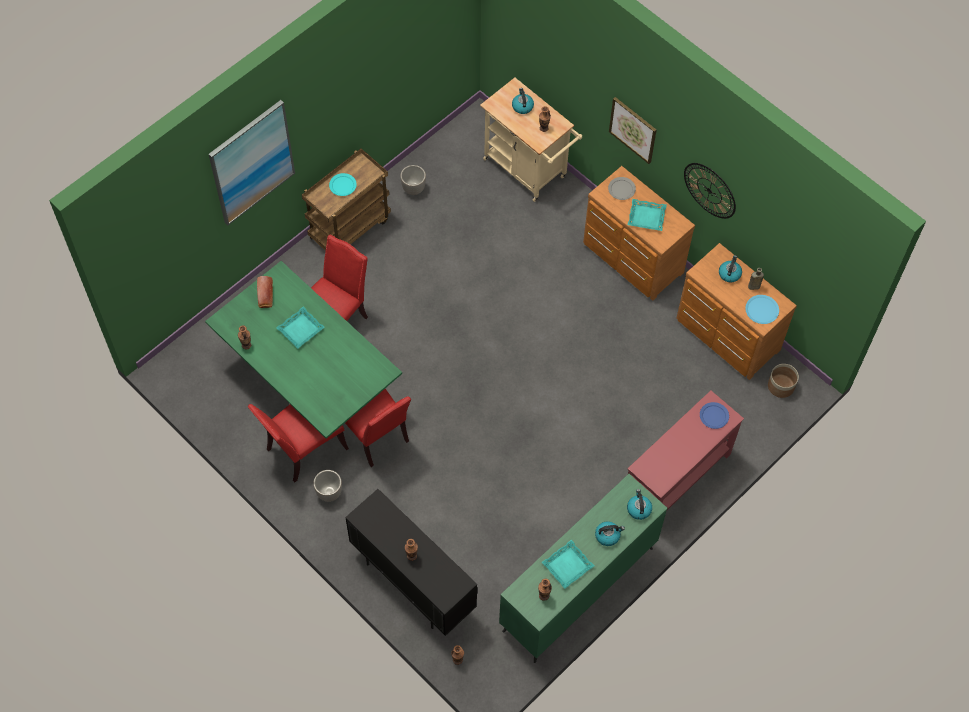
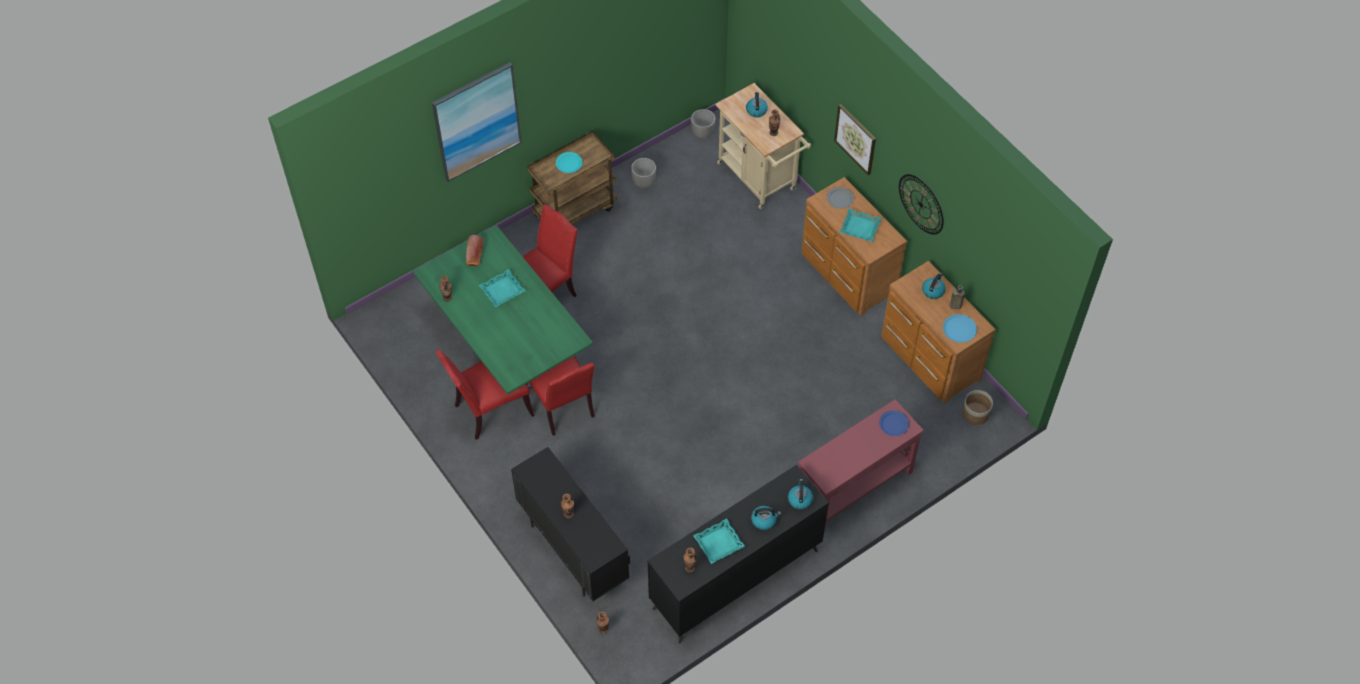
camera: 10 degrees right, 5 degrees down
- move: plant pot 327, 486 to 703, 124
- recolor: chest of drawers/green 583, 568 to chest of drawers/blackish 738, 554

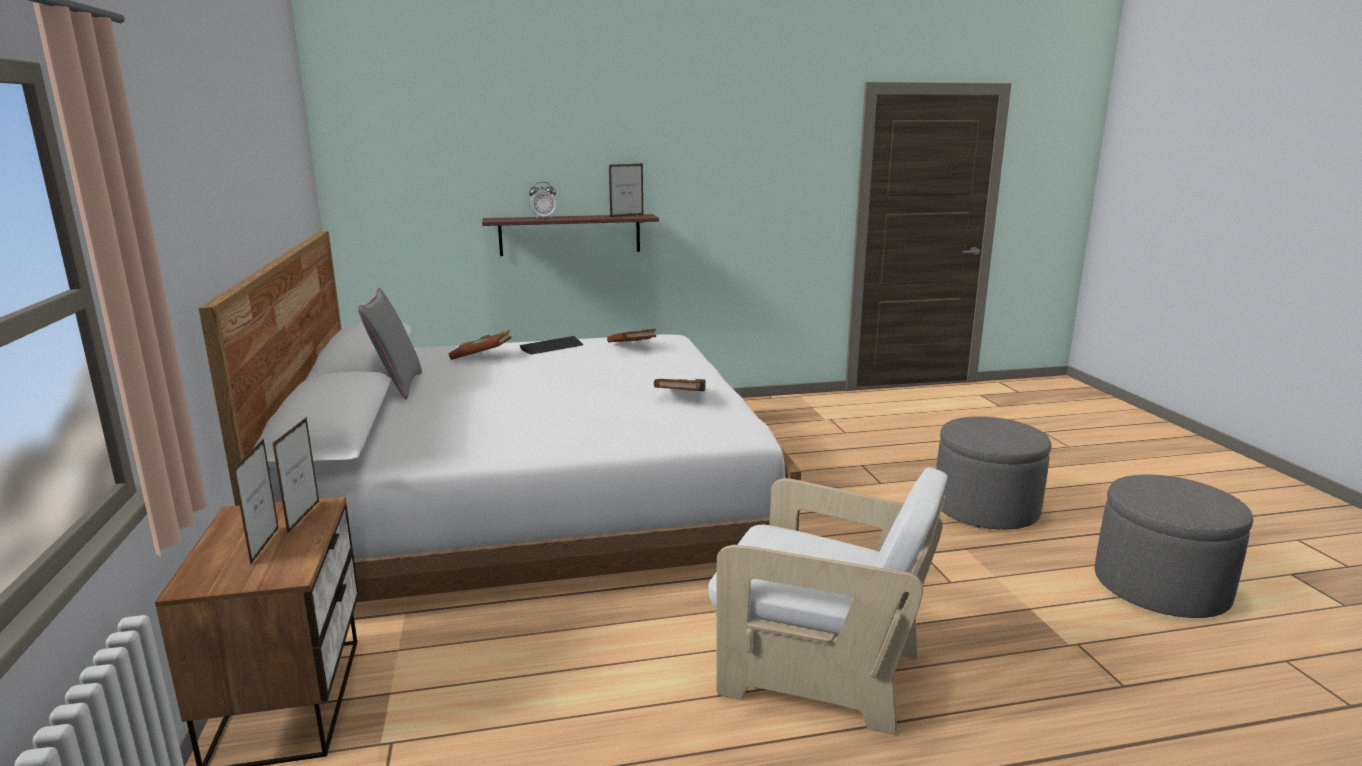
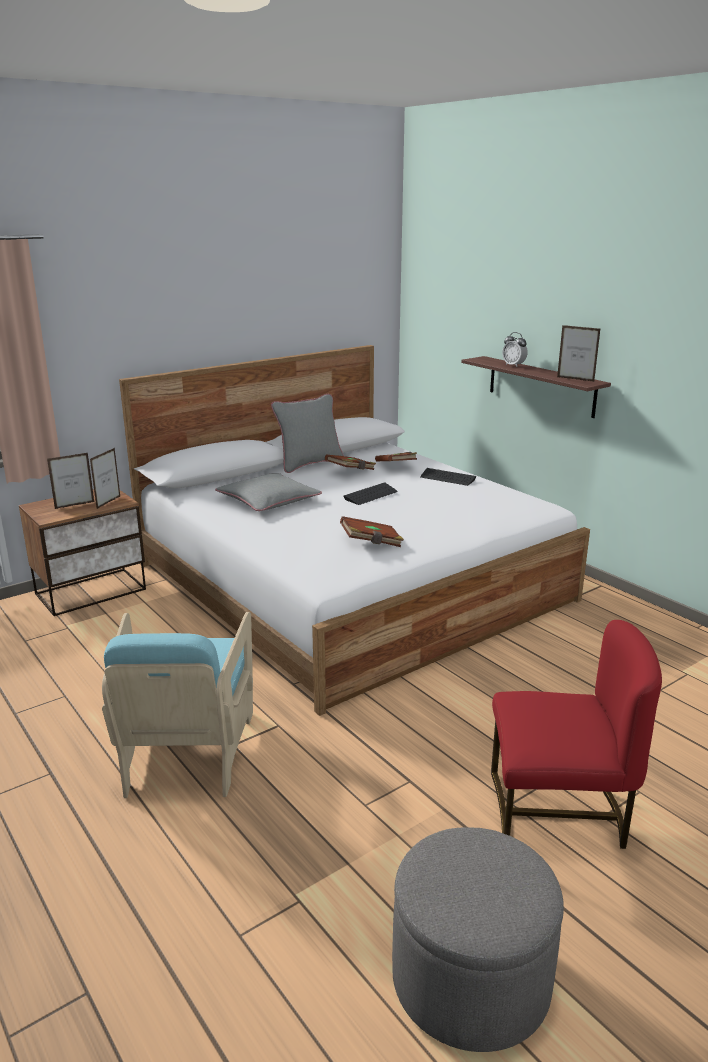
camera: 65 degrees right, 5 degrees up
- rotate: standing frame 295, 475 = 105, 478 45 degrees counterclockwise
- move: volume/brownish 631, 336 to 350, 462
- recolor: armchair/white-coloured 828, 600 to armchair/turquoise-coloured 177, 705
- replace: pouffe/greyish 993, 473 to upright chair/red 576, 734
- insert: cushion/greyish 268, 492
- insert: computer keyboard 370, 493

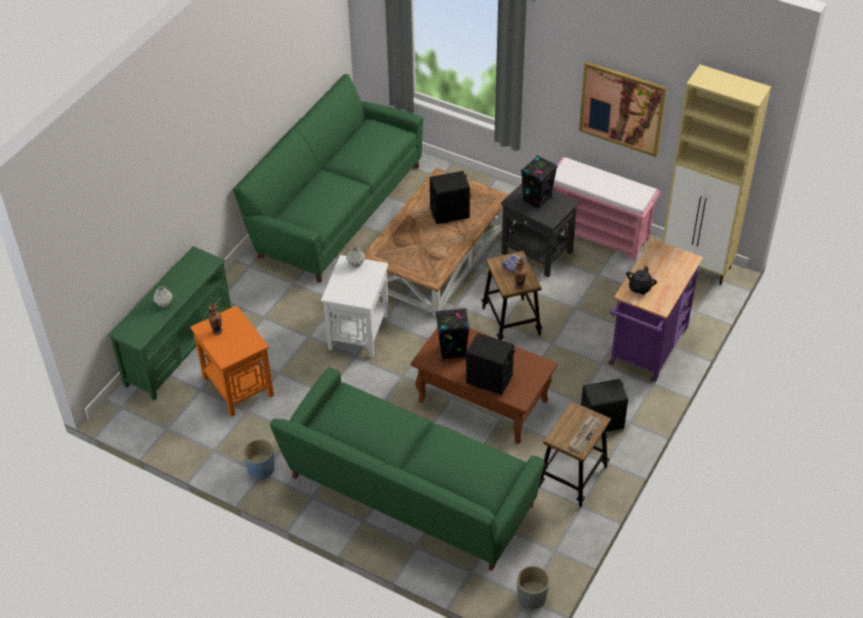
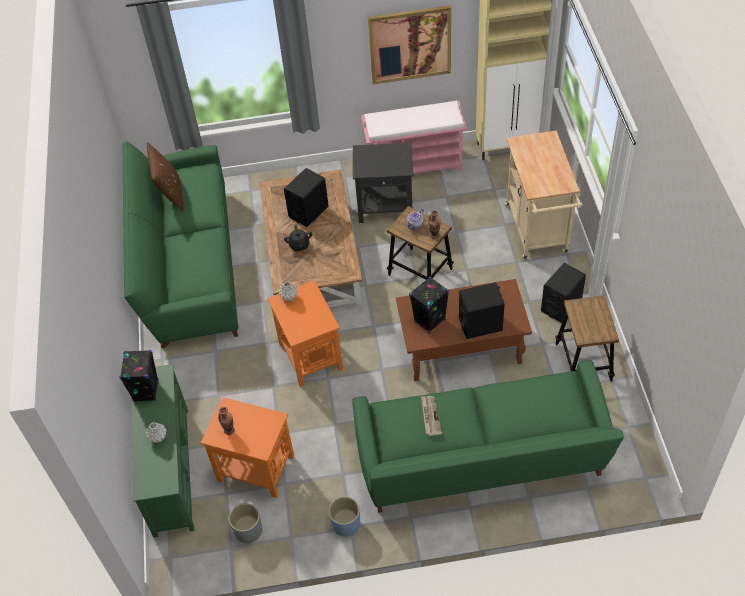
camera: 35 degrees left, 5 degrees up
- recolor: side table/white-coloured 355, 306 to side table/orangey 305, 334
- move: plant pot/greyish 533, 587 to 245, 523
- move: audio speaker/blackish 539, 182 to 139, 376
- move: newspaper 585, 434 to 431, 416
- recolor: trolley/purple 655, 310 to trolley/beige 544, 195
- move: tea pot/blackish 641, 280 to 298, 238
- insert: cushion/brownish 165, 176

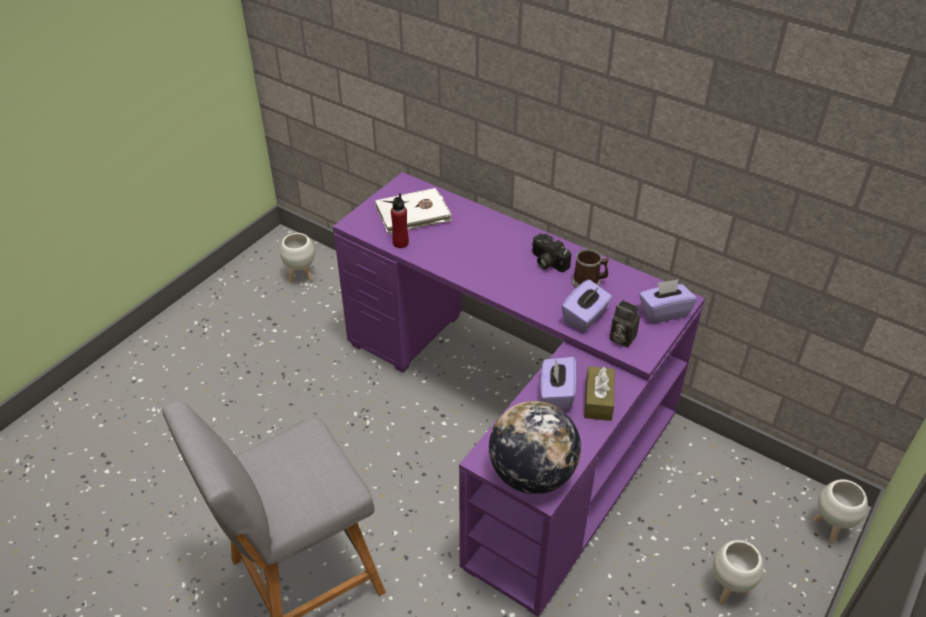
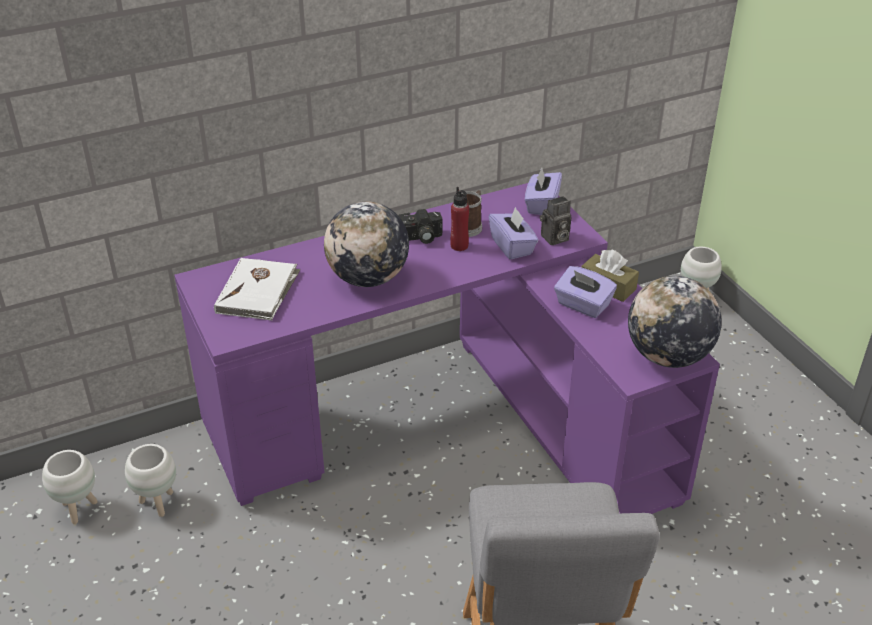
camera: 60 degrees left, 5 degrees down
- move: drink bottle/red 400, 220 to 459, 219
- move: plant pot/white-coloured 738, 572 to 150, 480
- insert: desk globe 366, 244

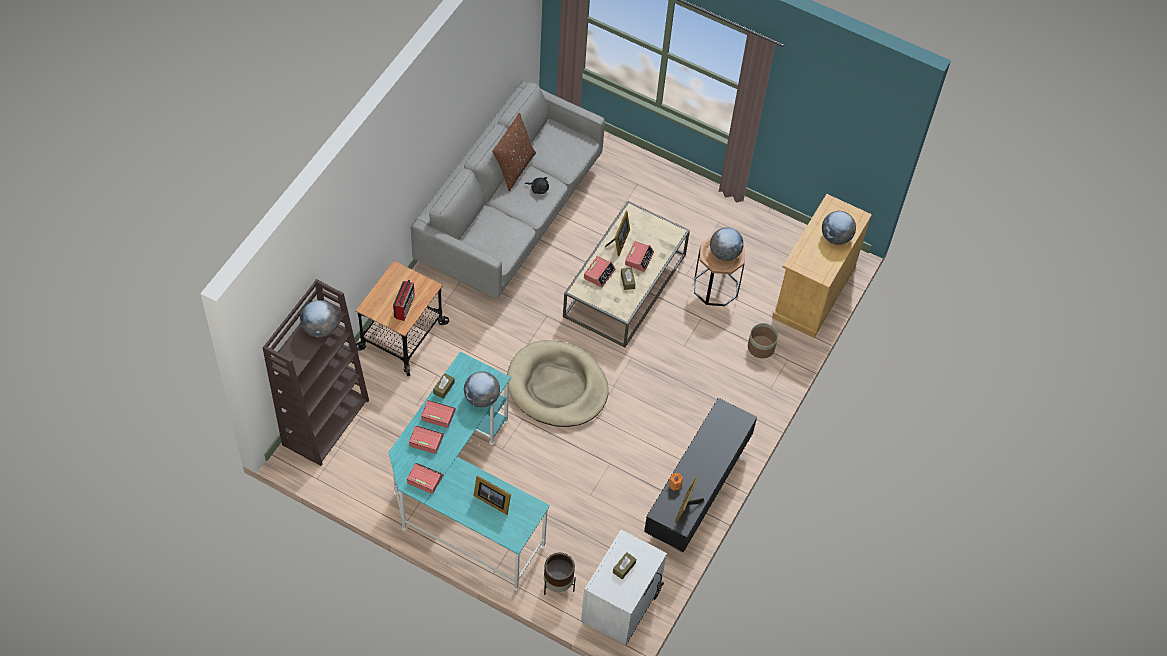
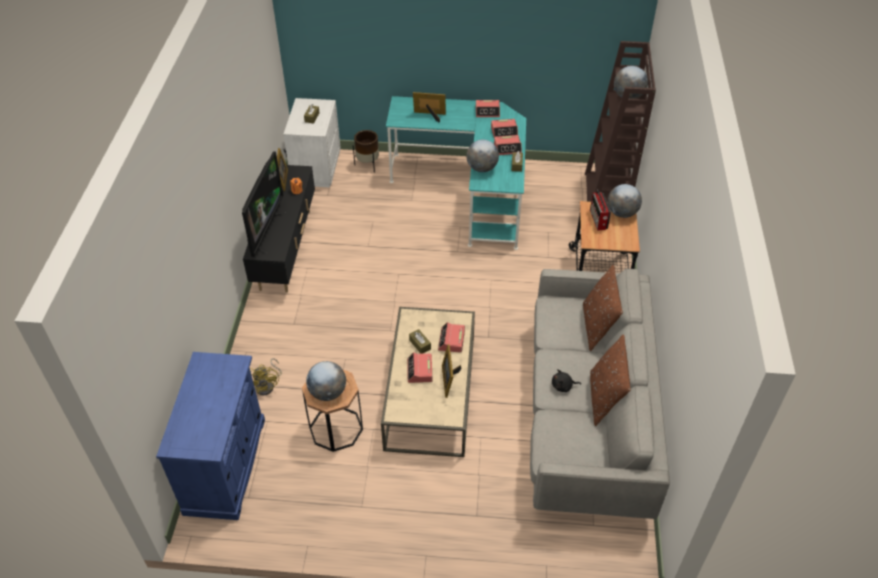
camera: 160 degrees right, 10 degrees down
- delete: dog bed/beige 558, 383
- replace: plant pot 763, 340 to cooling fan/yellow 266, 377
- recolor: cabinet/beige 822, 266 to cabinet/blue-coloured 210, 436
- move: desk globe 839, 228 to 625, 201
- insert: TV set 264, 204
- insert: cushion/brownish 603, 308

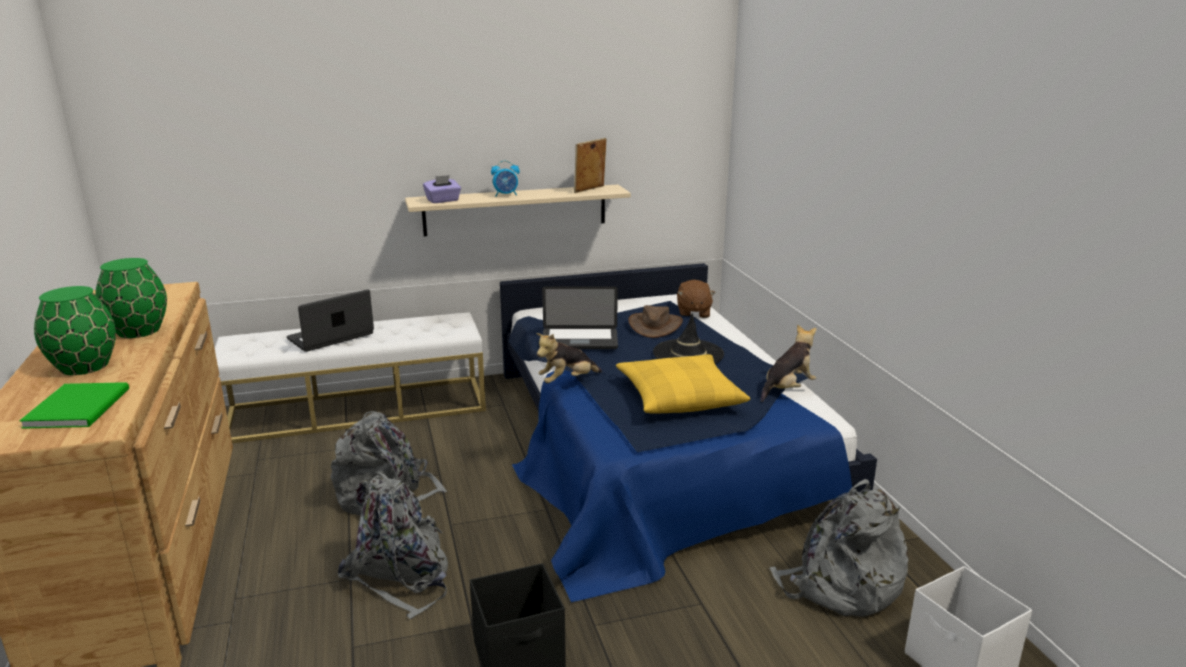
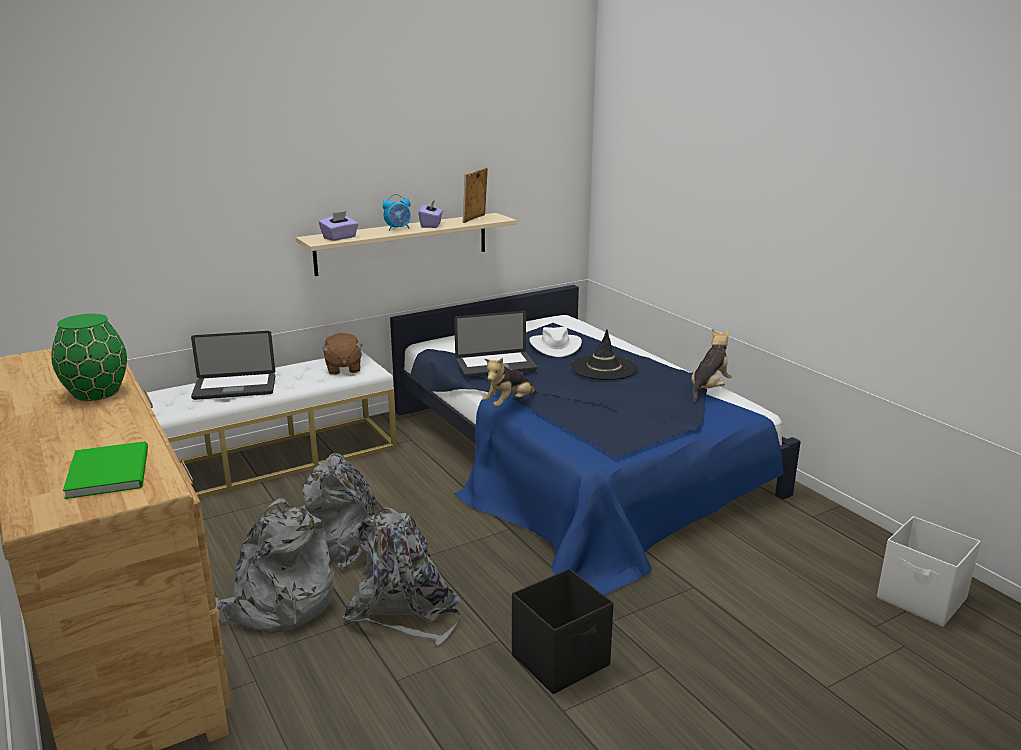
camera: 15 degrees left, 0 degrees up
- delete: flower vase/green 75, 330
- rotate: portable computer 330, 320 = 233, 365 135 degrees counterclockwise
- delete: cushion/yellow 683, 384
- recolor: clothing hat/brownish 655, 321 to clothing hat/white-coloured 555, 342
- move: plush toy/brownish 696, 299 to 342, 354
- move: backpack/greyish 839, 548 to 274, 566
- insert: tissue holder/purple 431, 214

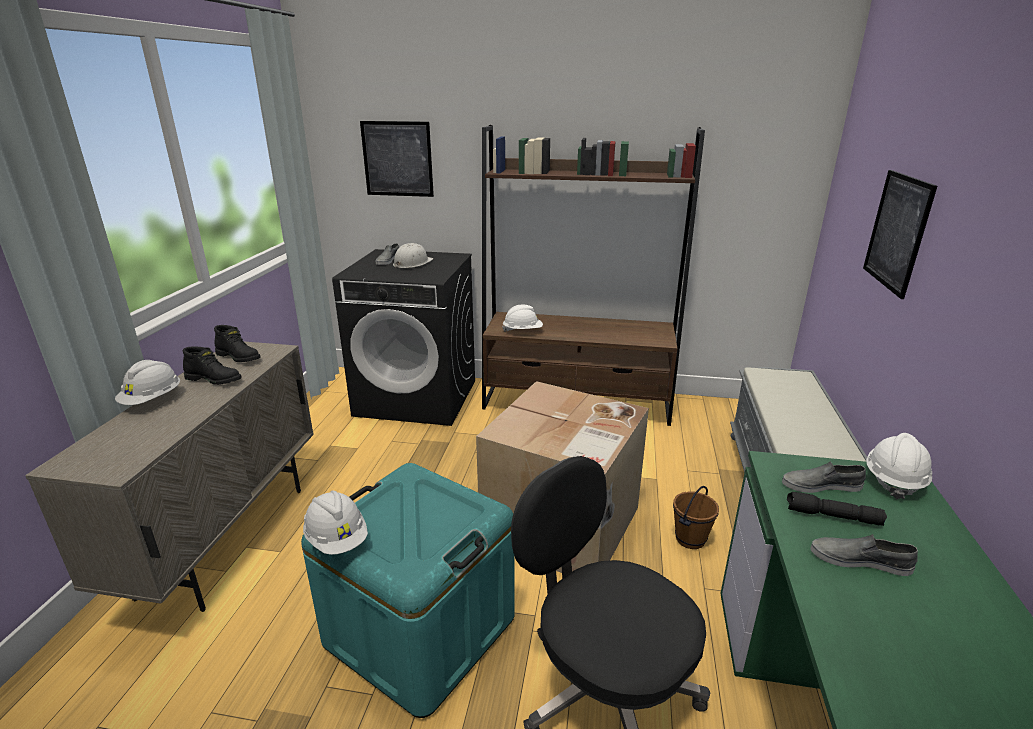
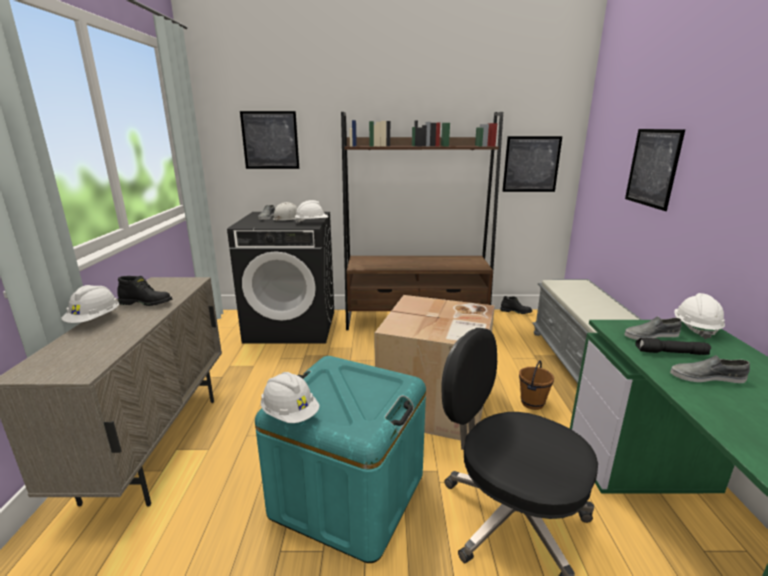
camera: 10 degrees left, 5 degrees down
- move: high-top boot/blackish 237, 343 to 516, 305
- move: work helmet/white-coloured 522, 318 to 311, 212
- insert: wall art 532, 164

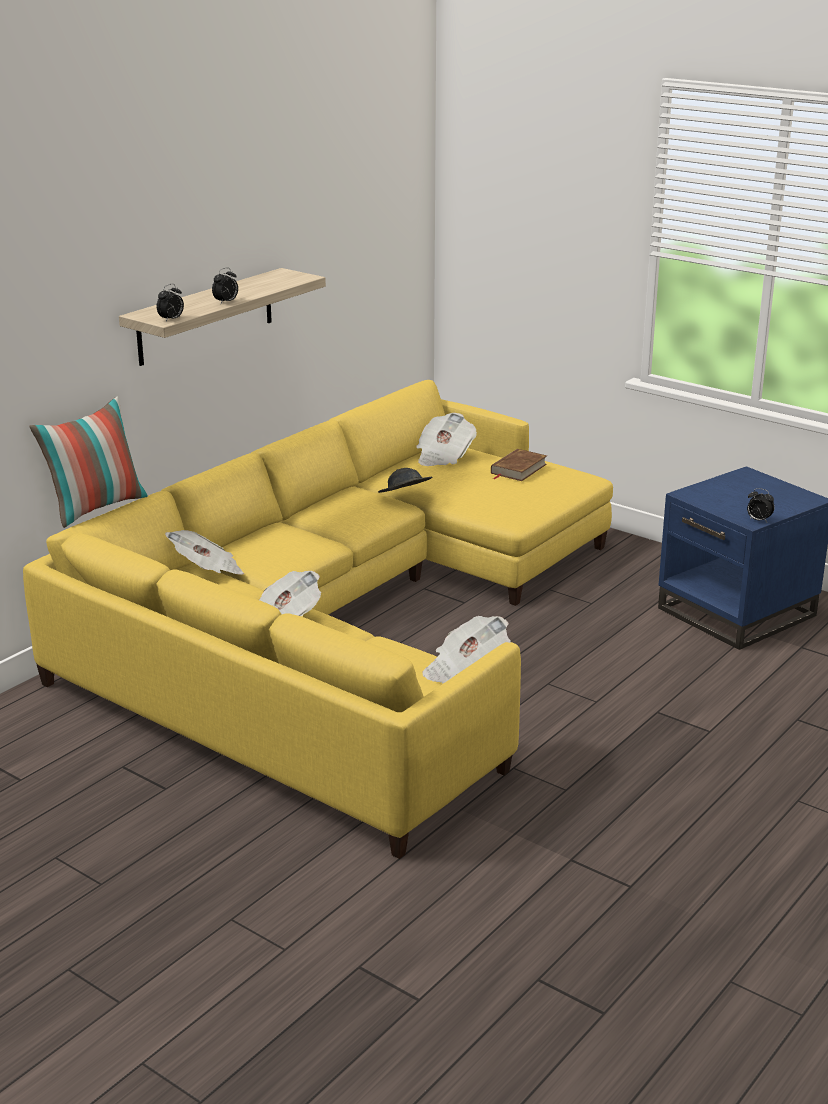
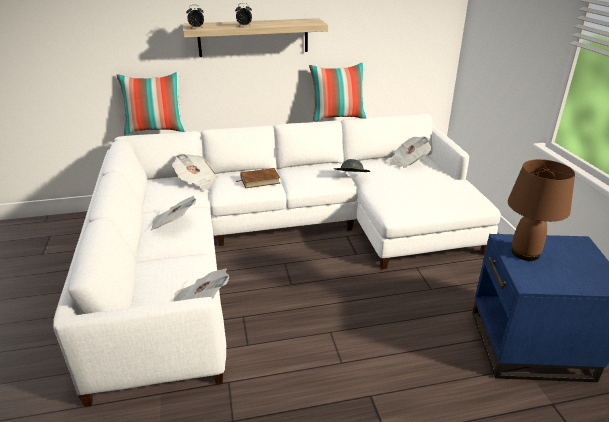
camera: 40 degrees right, 5 degrees up
- recolor: settee/yellow 318, 619 to settee/white-coloured 277, 260
- move: volume/brownish 519, 465 to 258, 178
- delete: bedside clock 761, 505
- insert: cushion 338, 92
- insert: tabletop lamp/brownish 541, 210

